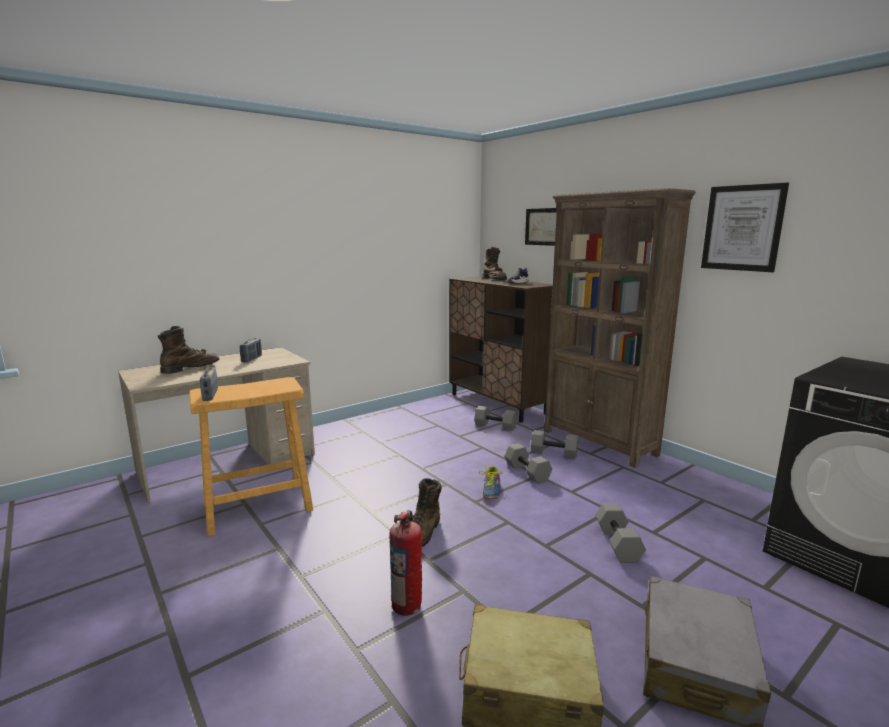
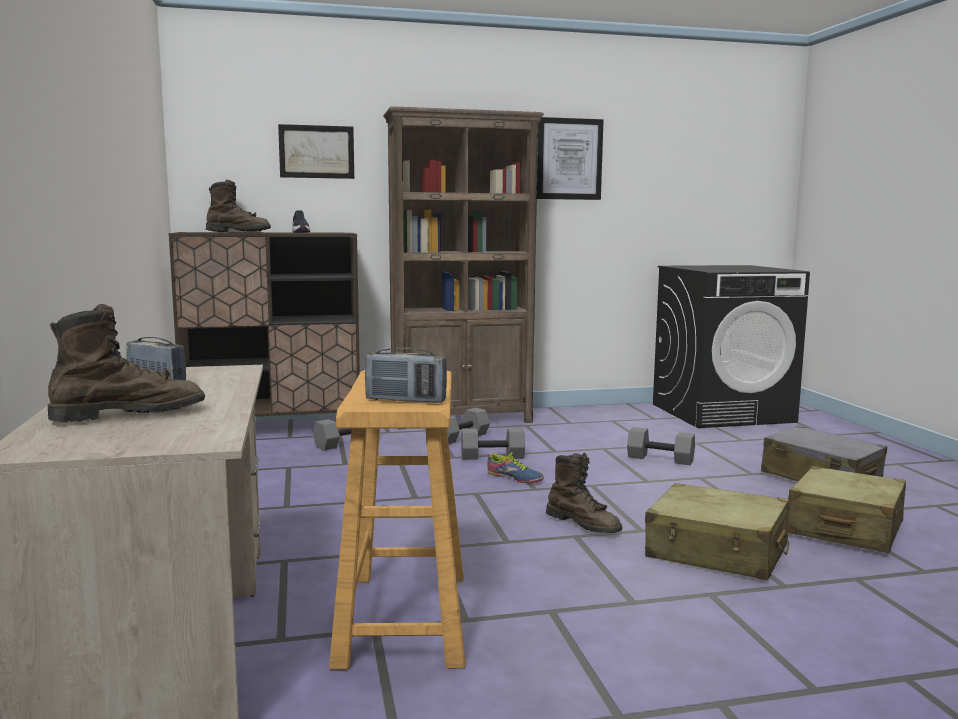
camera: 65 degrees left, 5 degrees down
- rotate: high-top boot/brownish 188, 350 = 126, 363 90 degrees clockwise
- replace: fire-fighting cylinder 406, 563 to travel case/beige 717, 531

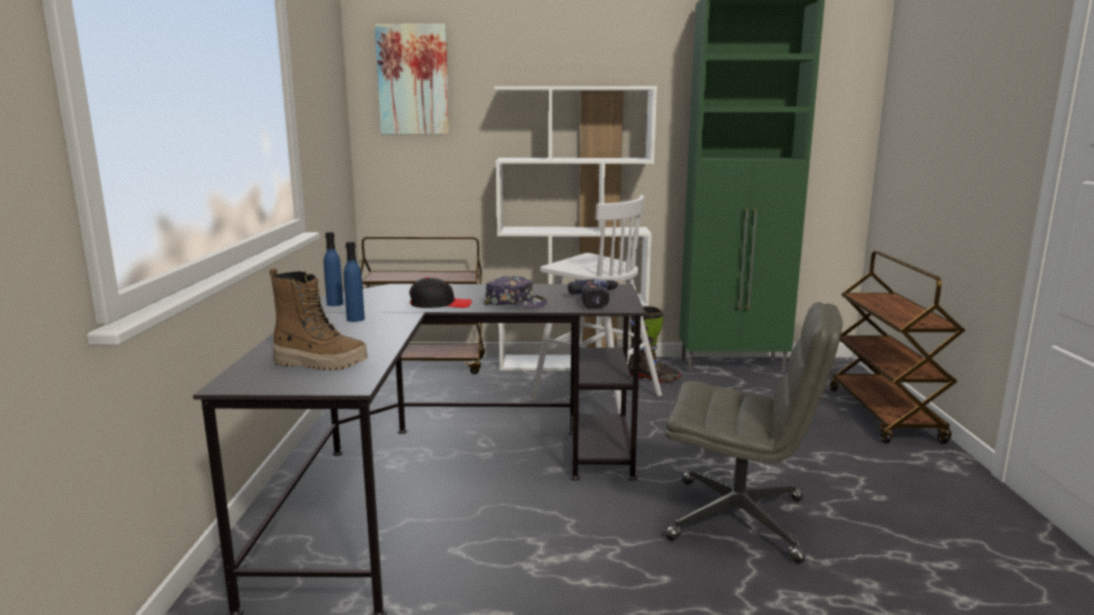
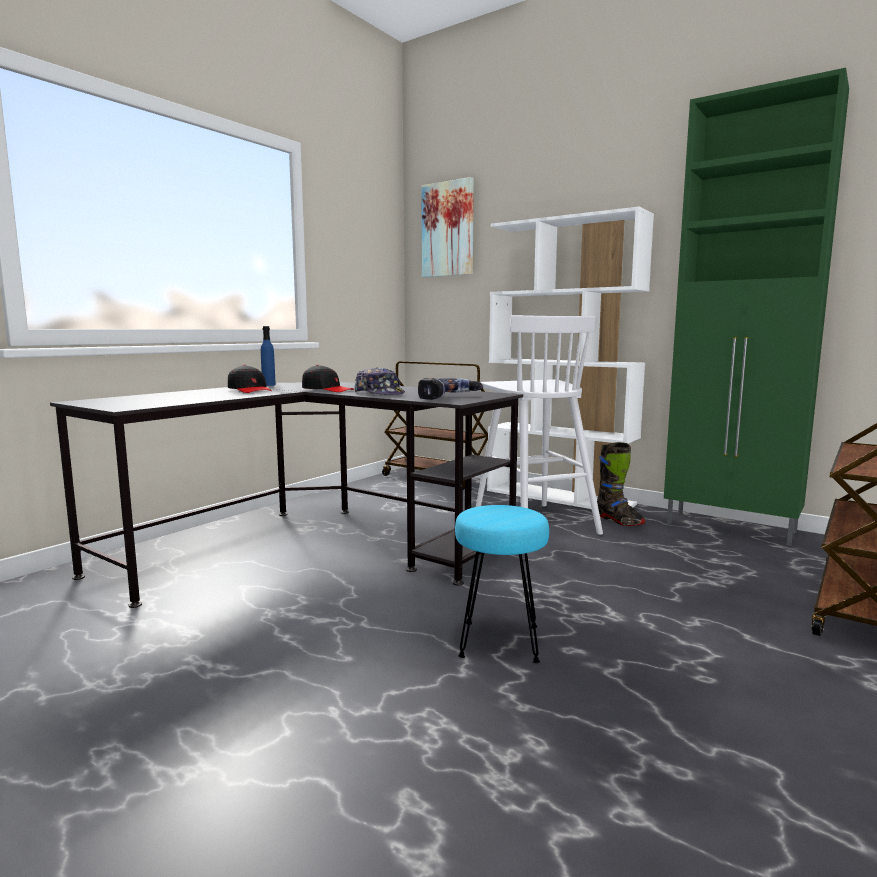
camera: 35 degrees right, 5 degrees down
- delete: high-top boot 318, 319
- replace: drink bottle/blue-coloured 354, 281 to baseball cap/blackish 250, 379
- replace: computer chair/greyish 754, 432 to stool seat/turquoise-coloured 502, 584

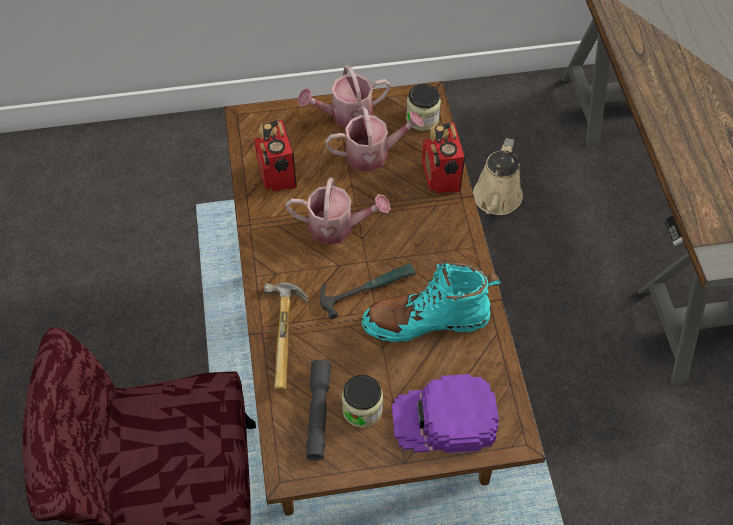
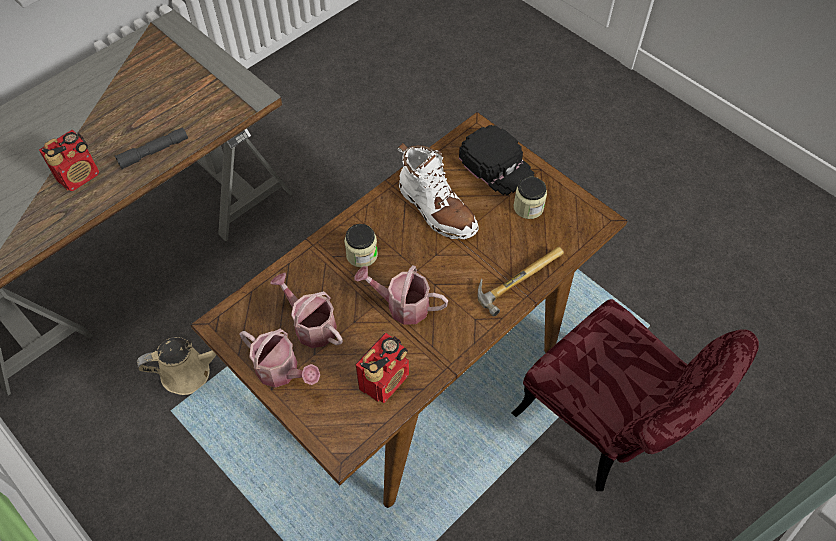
camera: 125 degrees left, 0 degrees up
- rotate: watering pot 338, 211 = 401, 295 45 degrees counterclockwise
- move: hand torch/greyish 318, 409 to 151, 148
- delete: hammer 368, 291
- recolor: high-top boot/turquoise-coloured 431, 301 to high-top boot/white-coloured 438, 191
- recolor: baseball cap/purple 445, 414 to baseball cap/blackish 496, 160
- move: storage jar 423, 107 to 361, 245
- move: radio 443, 157 to 69, 160

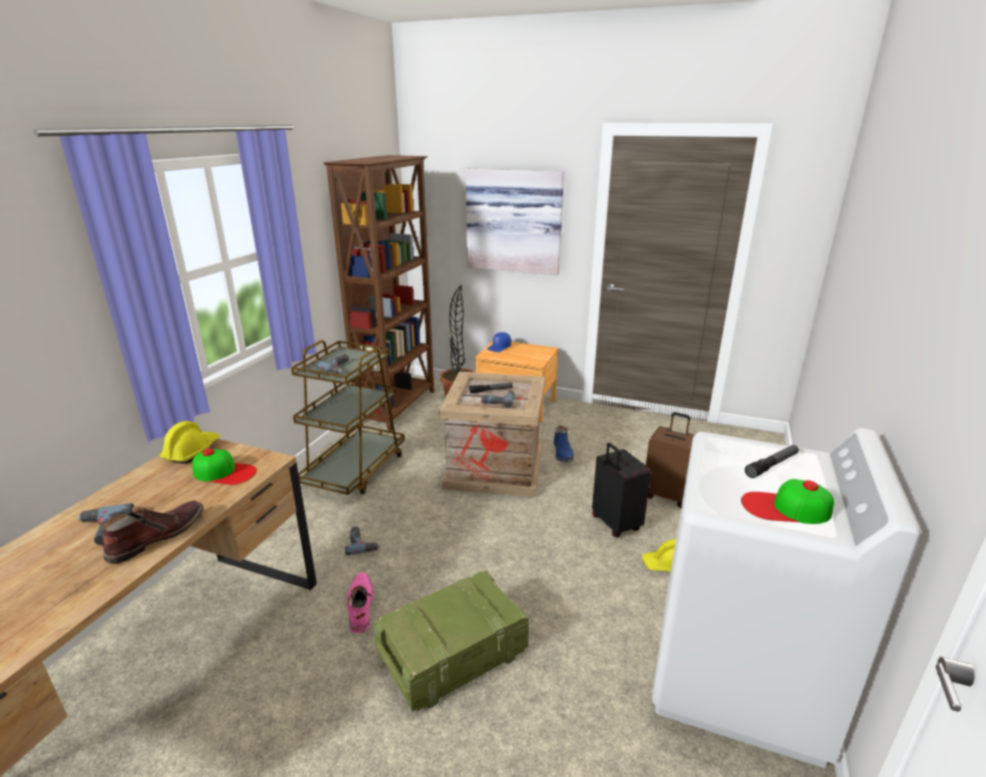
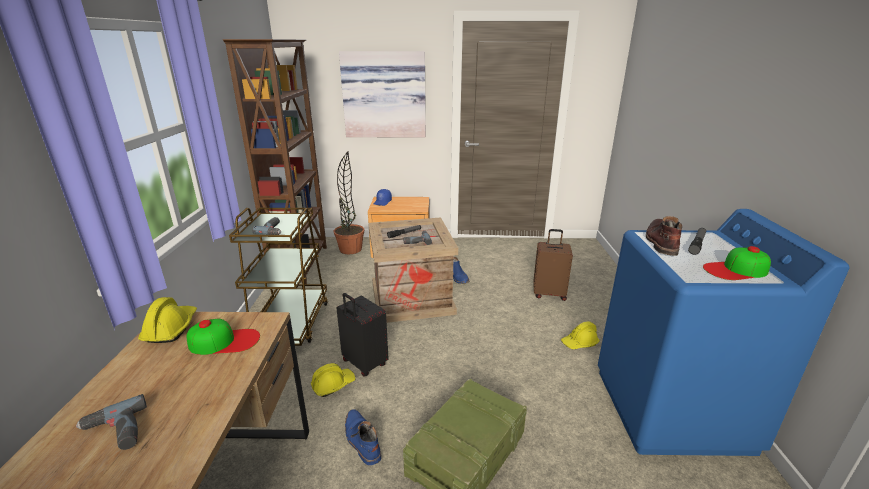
camera: 20 degrees left, 0 degrees up
- move: high-top boot/brownish 153, 532 to 664, 236
- replace: electric drill 362, 541 to work helmet/yellow 333, 380
- recolor: high-top boot/pink 360, 602 to high-top boot/blue-coloured 363, 437
- move: travel case/blackish 621, 490 to 362, 334
- recolor: laundry appliance/white-coloured 786, 598 to laundry appliance/blue-coloured 723, 332

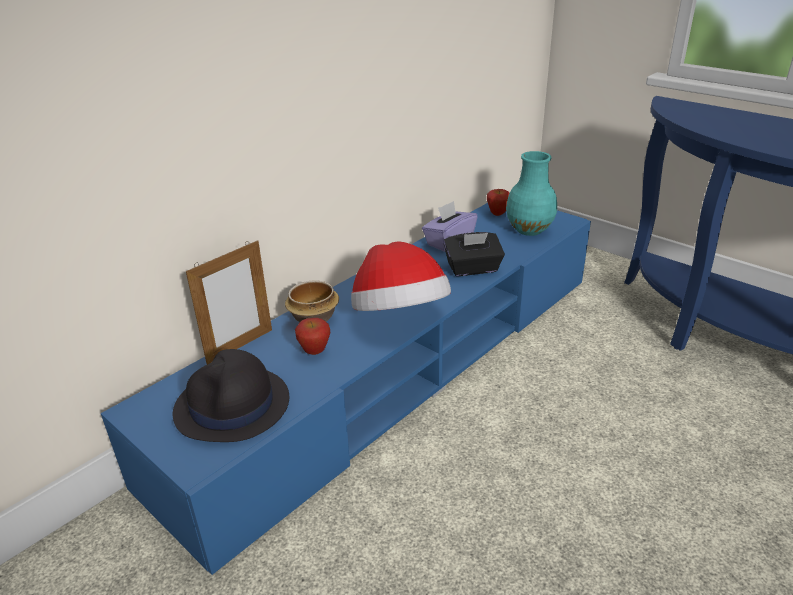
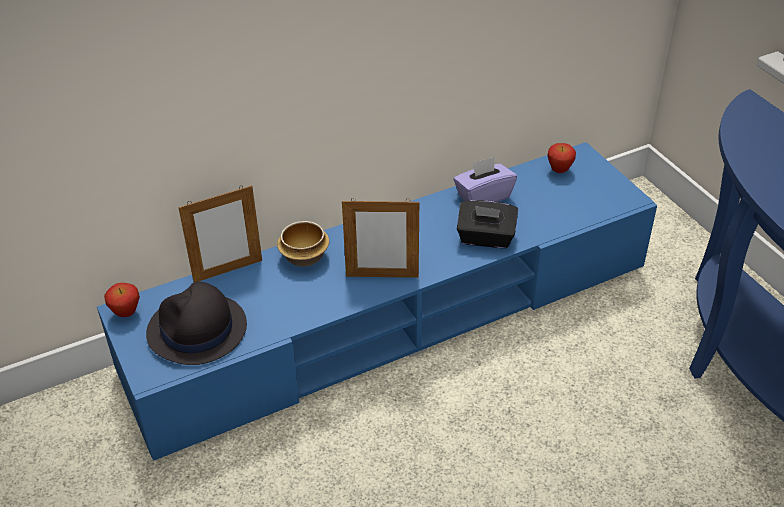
camera: 20 degrees right, 10 degrees up
- move: whole apple 313, 336 to 122, 300
- replace: clothing hat 401, 276 to standing frame 380, 238
- delete: flower vase/turquoise-coloured 531, 193

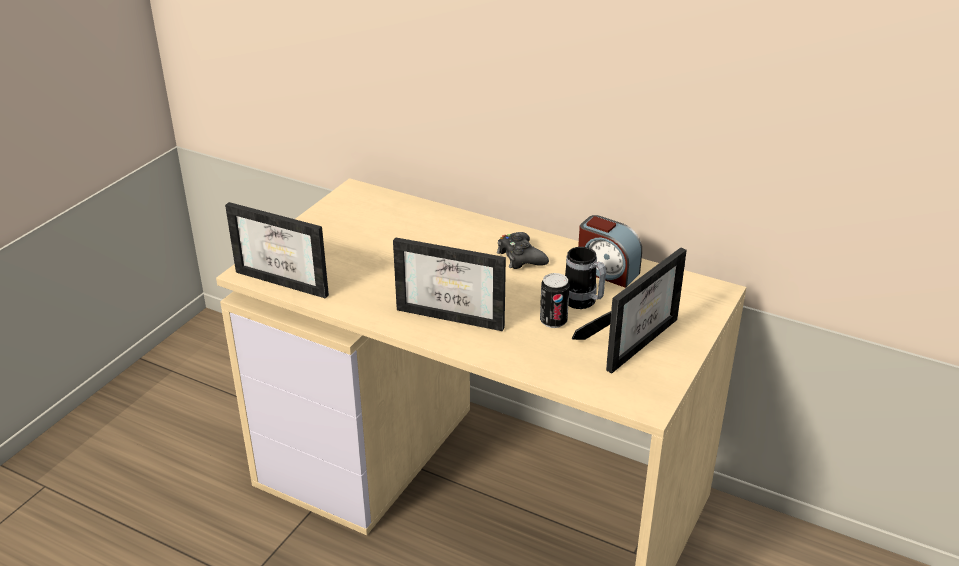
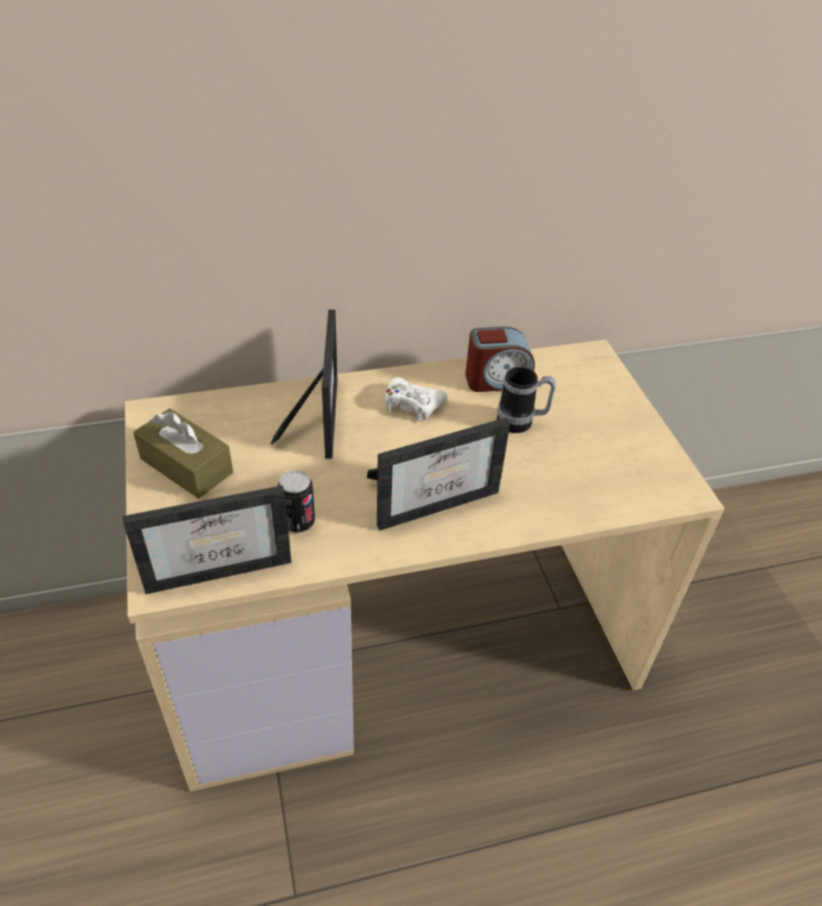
camera: 45 degrees left, 10 degrees up
- recolor: game controller/blackish 523, 250 to game controller/white-coloured 416, 399
- move: can 555, 300 to 296, 501
- move: standing frame 629, 310 to 304, 384
- insert: tissue holder/brownish 183, 453

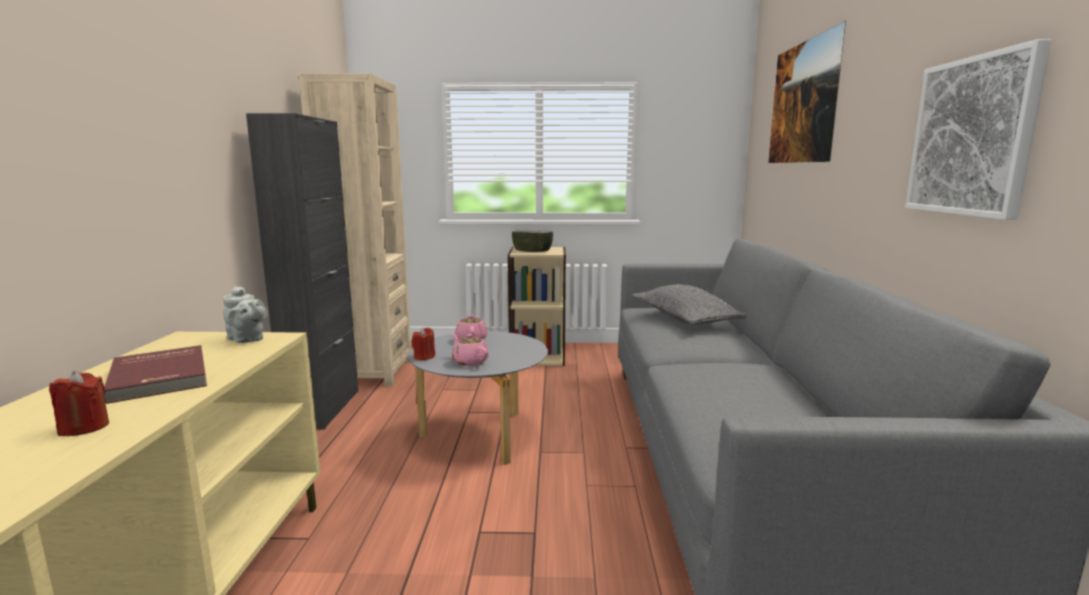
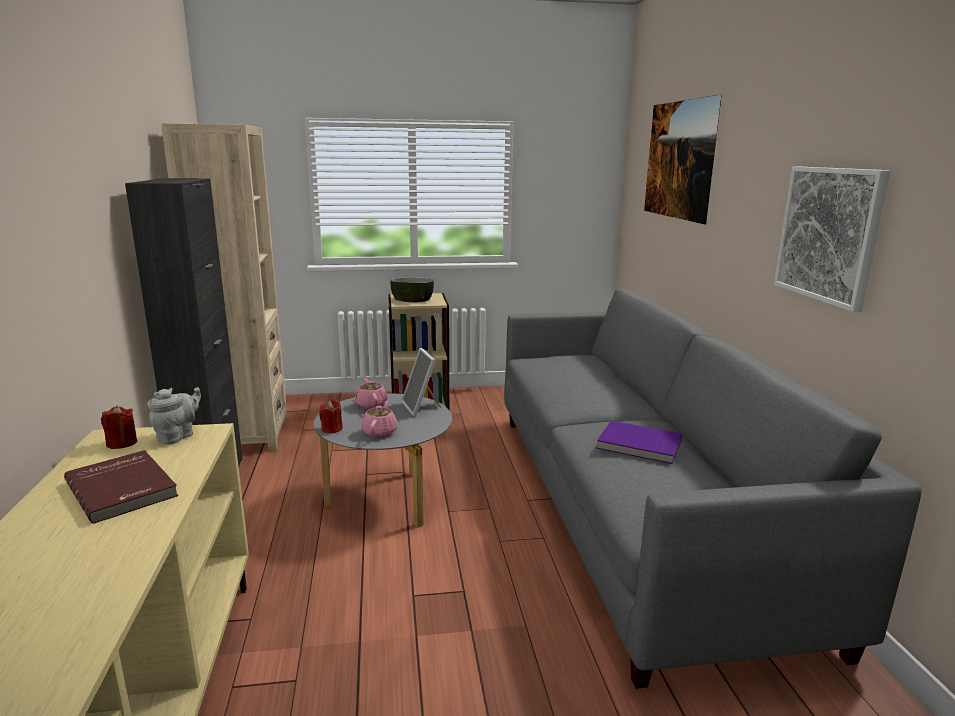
camera: 10 degrees left, 5 degrees up
- move: candle/red 79, 403 to 119, 427
- rotate: tea pot/greyish 244, 314 = 174, 416 90 degrees counterclockwise
- rotate: tea pot/pink 470, 350 = 379, 419 60 degrees clockwise
- delete: cushion/greyish 689, 304
- insert: standing frame 421, 382
- insert: volume/purple 639, 442

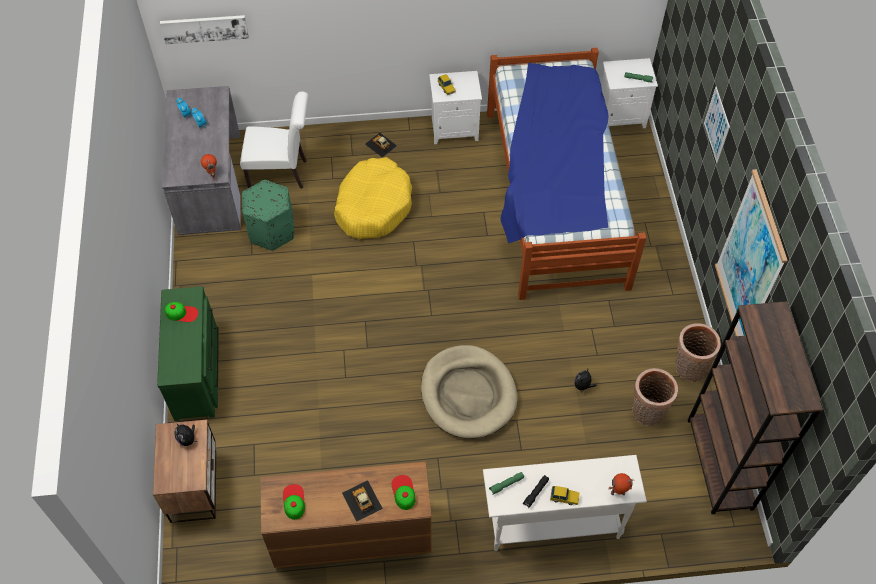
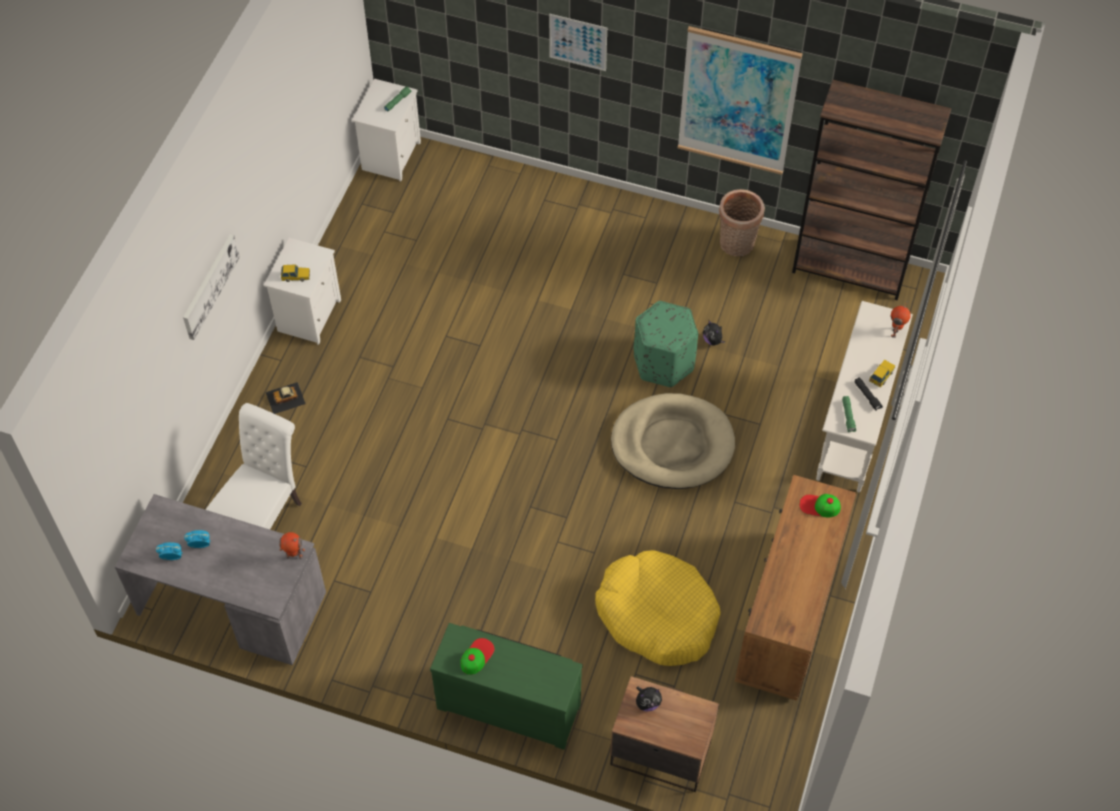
camera: 65 degrees left, 0 degrees up
- move: wall art 204, 29 to 211, 287
- move: pouffe/green 268, 215 to 666, 344
- delete: baseball cap 294, 502
- move: dog bed/yellow 373, 198 to 658, 608
- delete: model car 362, 501
- delete: sleeping bed 567, 174
- delete: household basket 655, 397

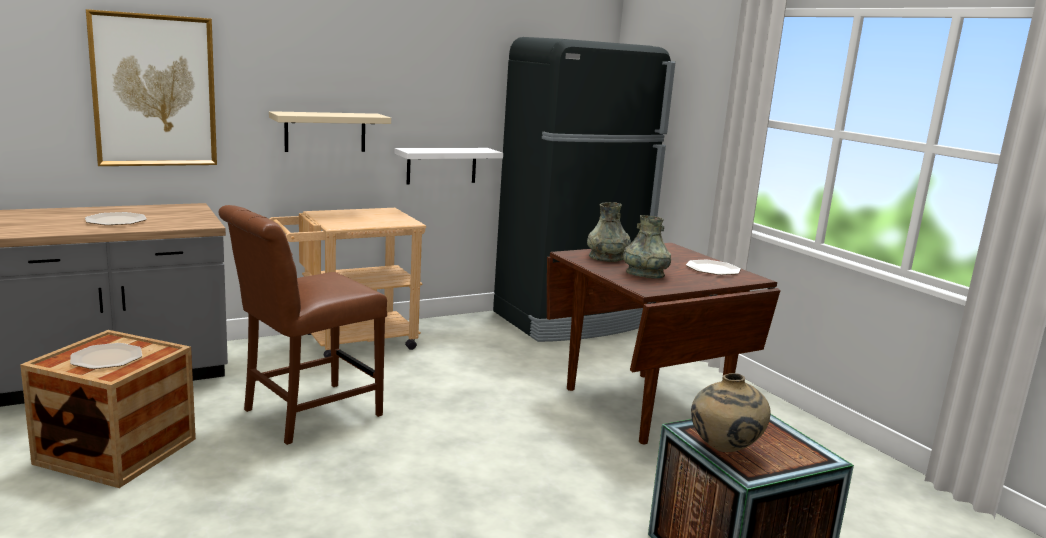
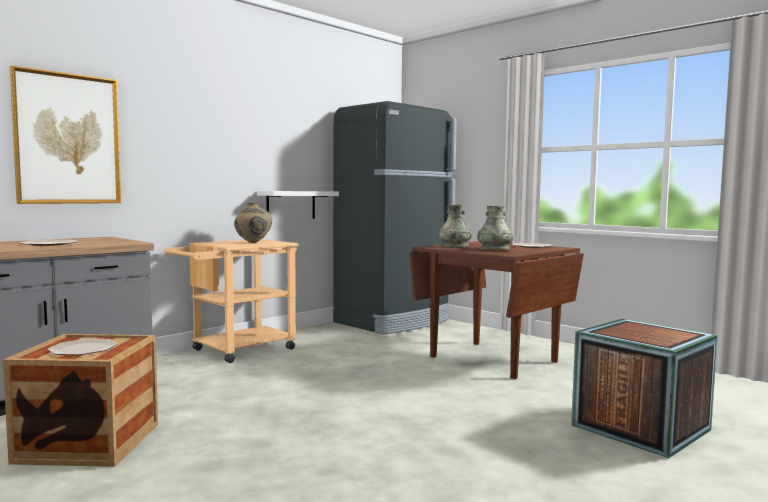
camera: 15 degrees left, 10 degrees down
- delete: upright chair/brownish 302, 325
- delete: shelf/beige 330, 131
- move: flower vase/beige 731, 412 to 253, 223

